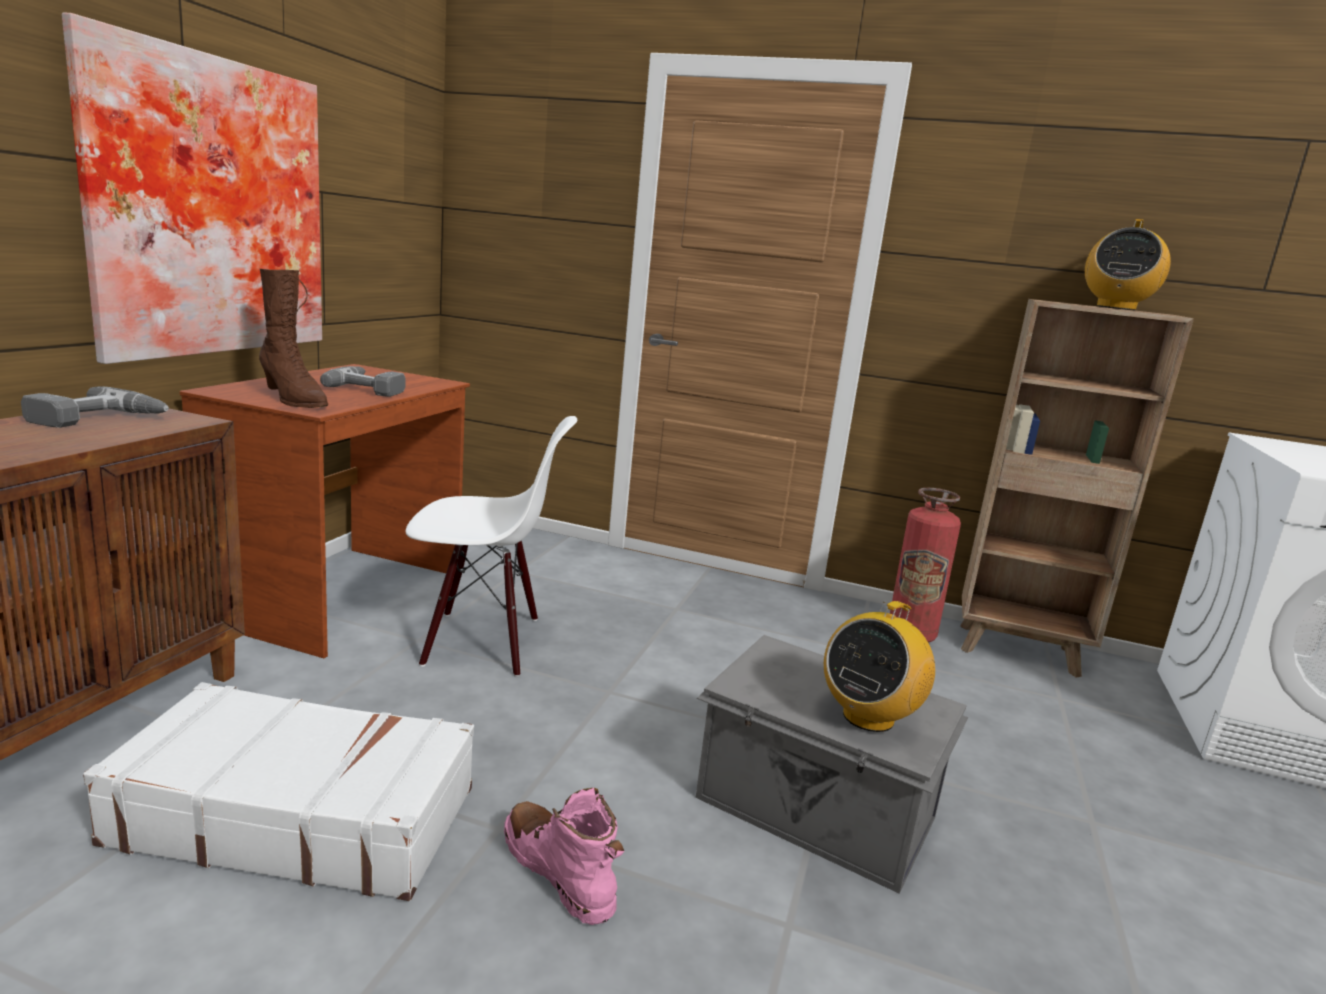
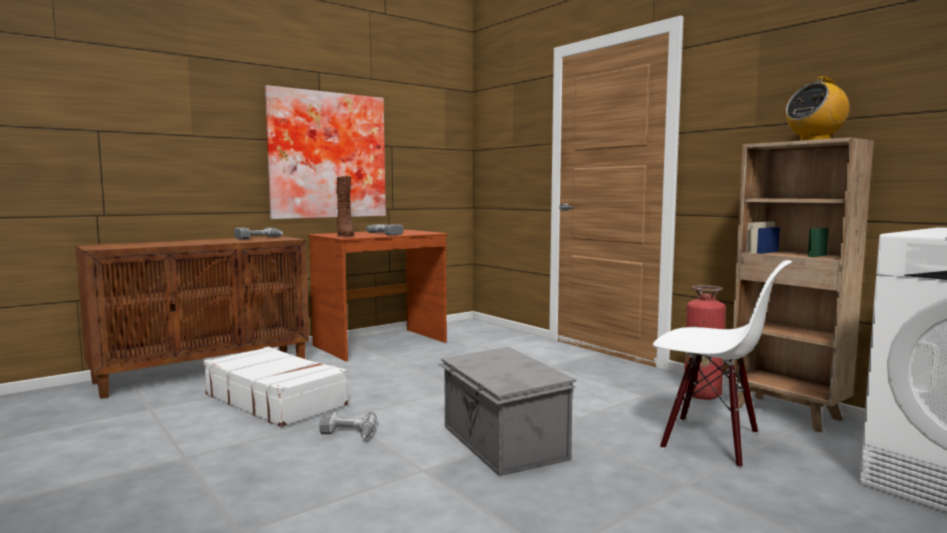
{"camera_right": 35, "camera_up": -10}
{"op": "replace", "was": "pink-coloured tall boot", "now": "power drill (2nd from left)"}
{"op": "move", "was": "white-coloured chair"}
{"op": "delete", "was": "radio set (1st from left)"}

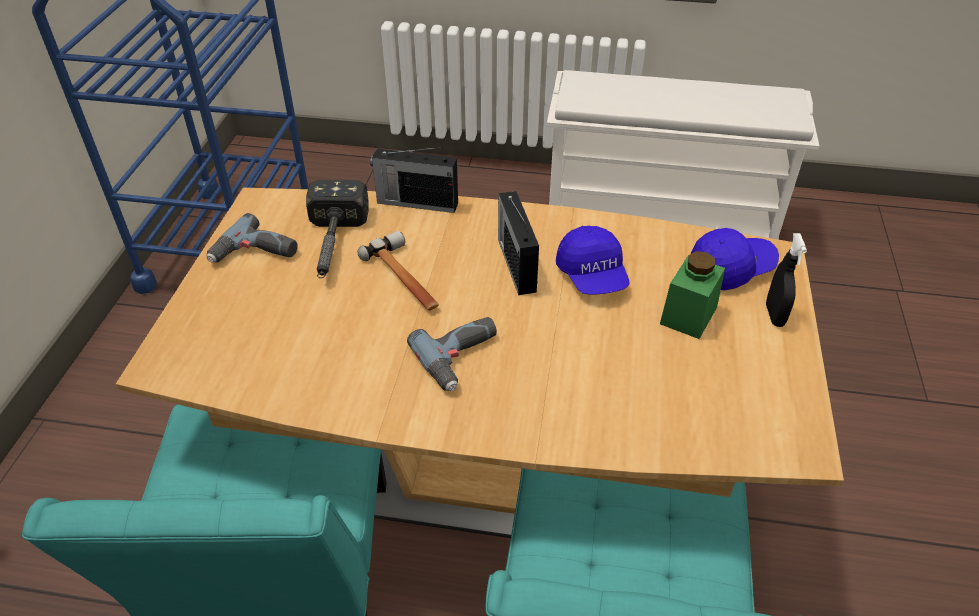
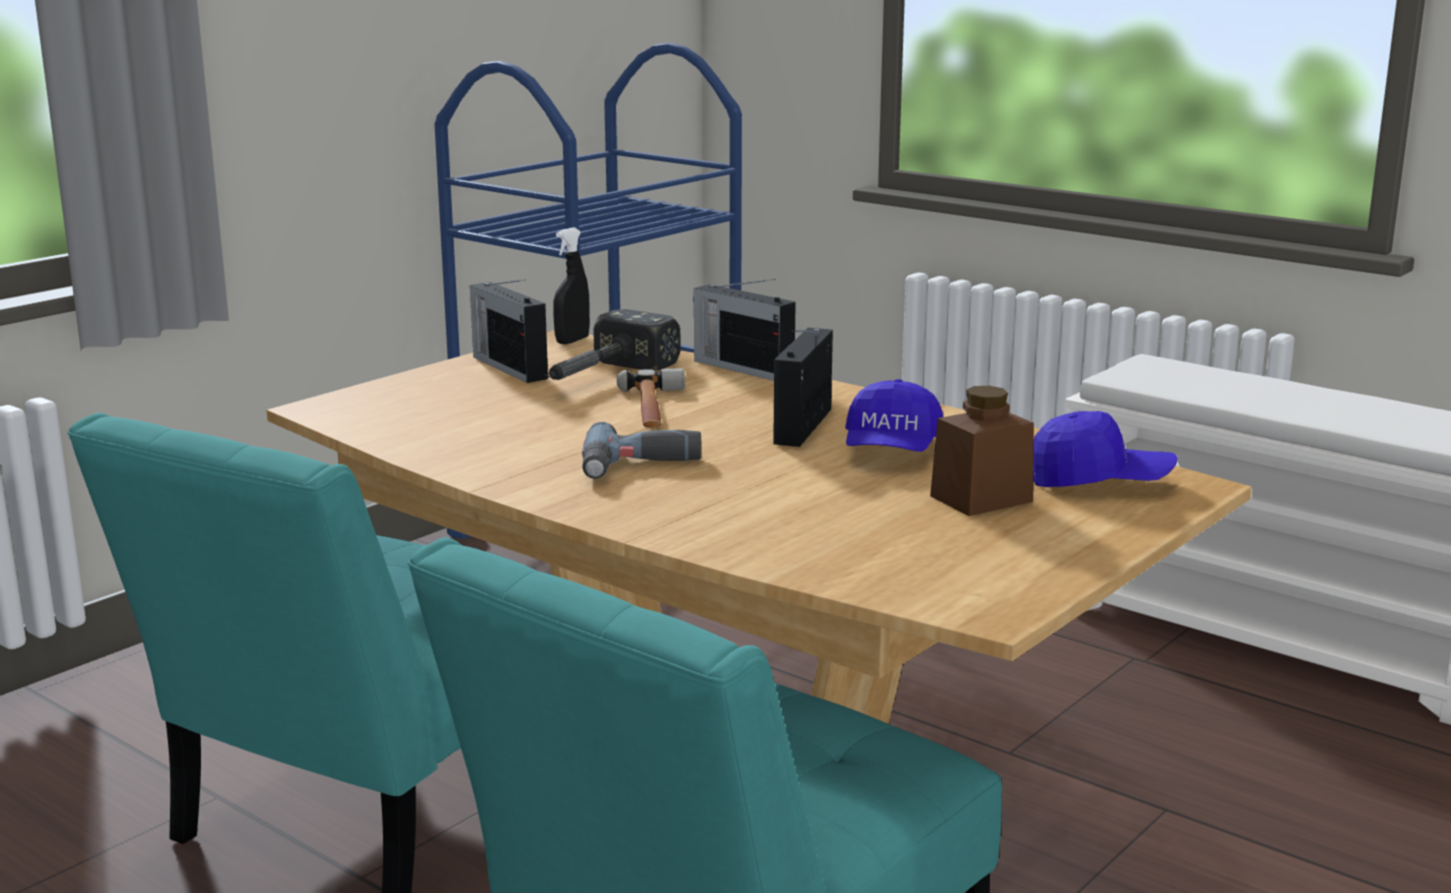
{"camera_right": 30, "camera_up": -25}
{"op": "replace", "was": "power drill (1st from left)", "now": "radio set (1st from left)"}
{"op": "move", "was": "black-coloured spray bottle"}
{"op": "recolor", "was": "green-coloured preserve jar", "now": "brownish preserve jar"}

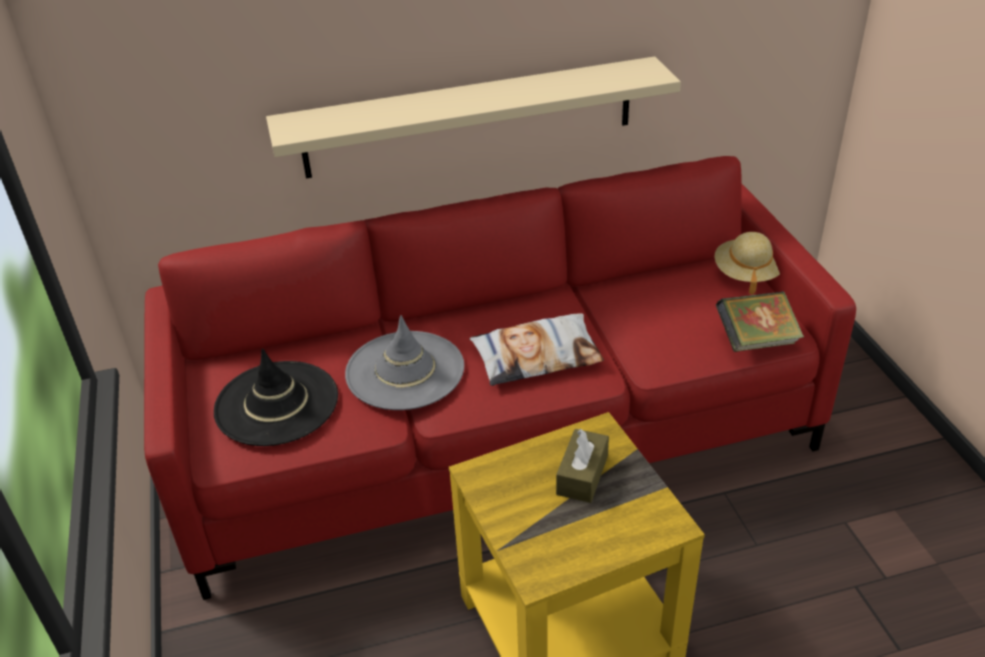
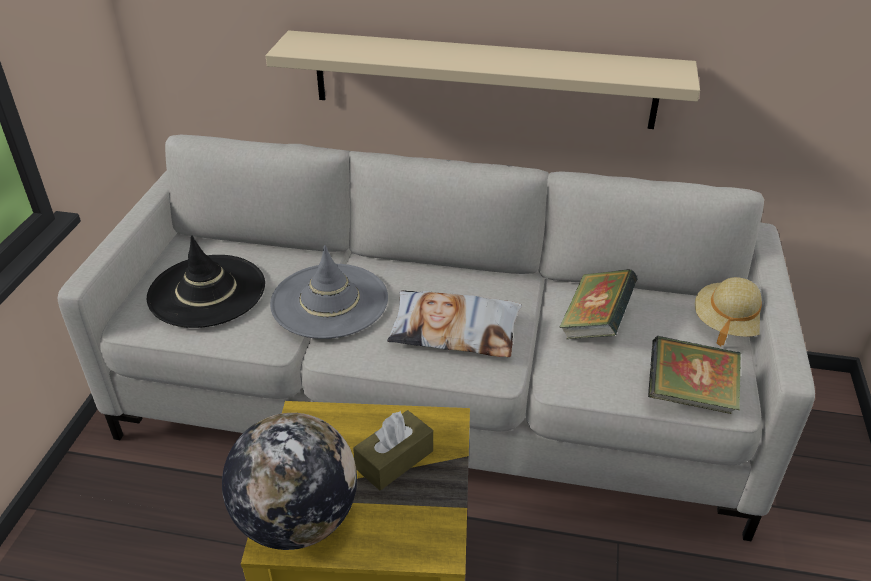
{"camera_right": 25, "camera_up": 0}
{"op": "recolor", "was": "red-coloured settee", "now": "grey settee"}
{"op": "insert", "now": "world globe"}
{"op": "insert", "now": "bound book (1st from left)"}

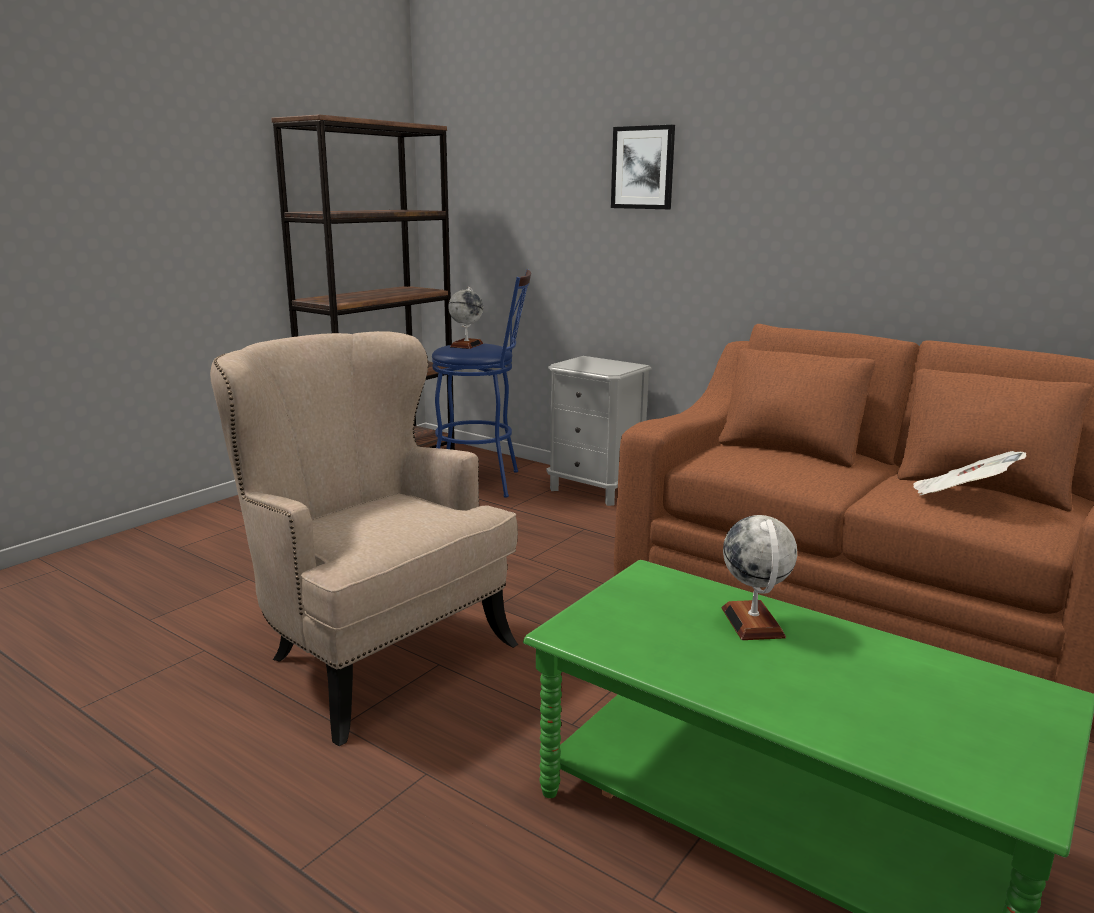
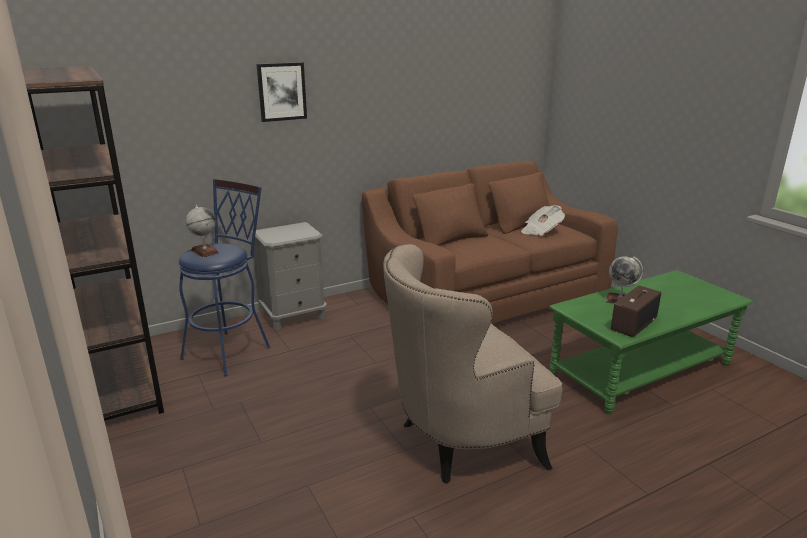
{"camera_right": -65, "camera_up": 5}
{"op": "insert", "now": "radio set"}

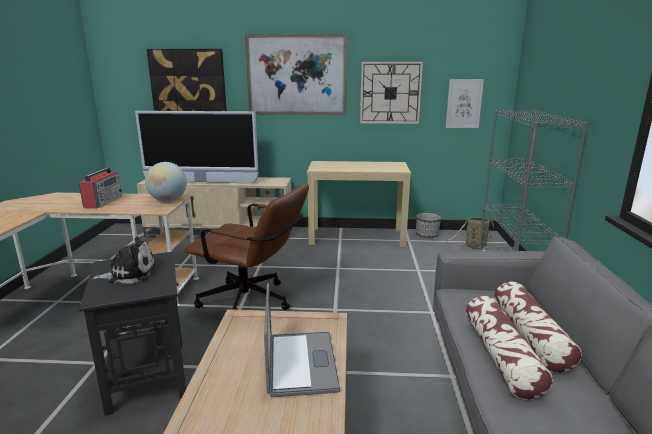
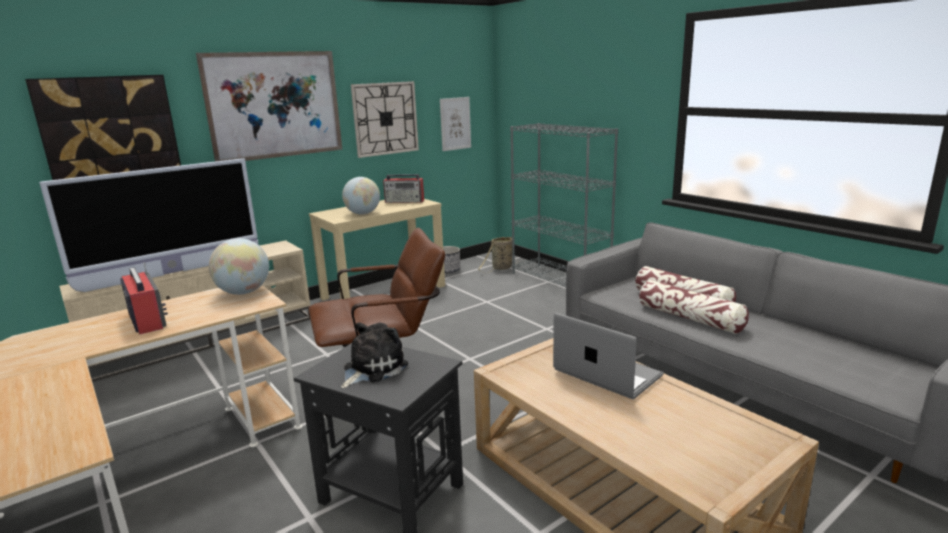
{"camera_right": -40, "camera_up": 0}
{"op": "insert", "now": "world globe (2nd from left)"}
{"op": "insert", "now": "radio set (2nd from left)"}

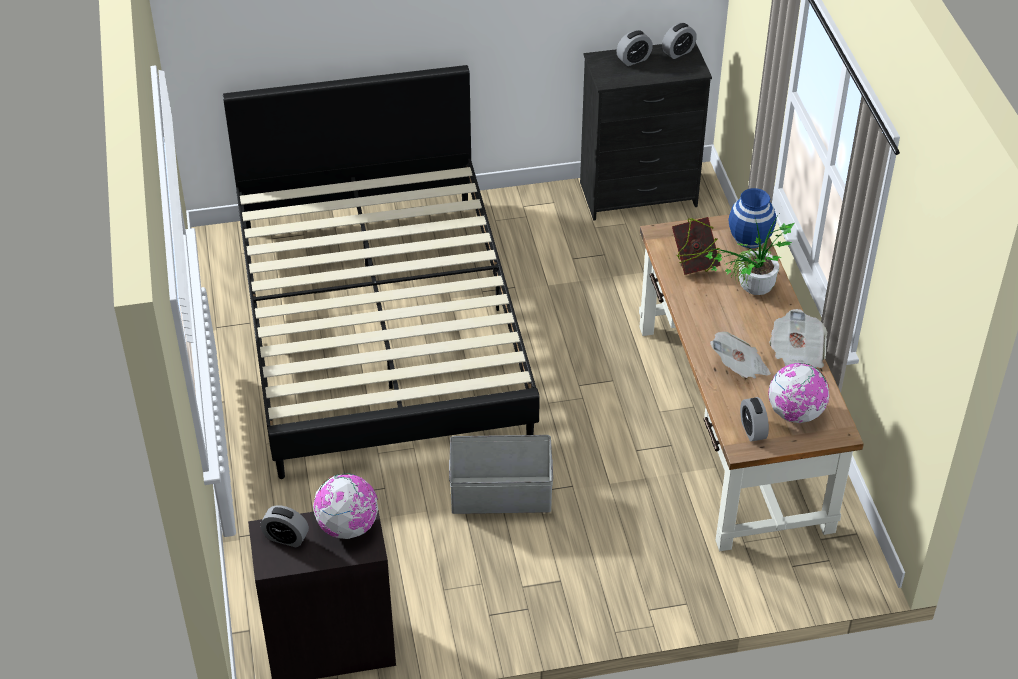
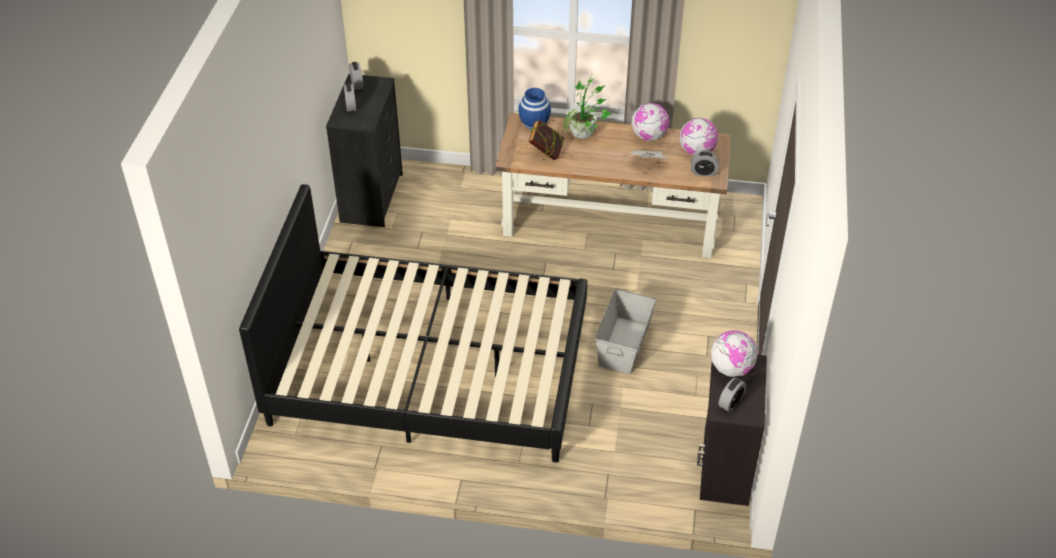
{"camera_right": -70, "camera_up": 0}
{"op": "replace", "was": "newspaper (2nd from left)", "now": "world globe (1st from left)"}

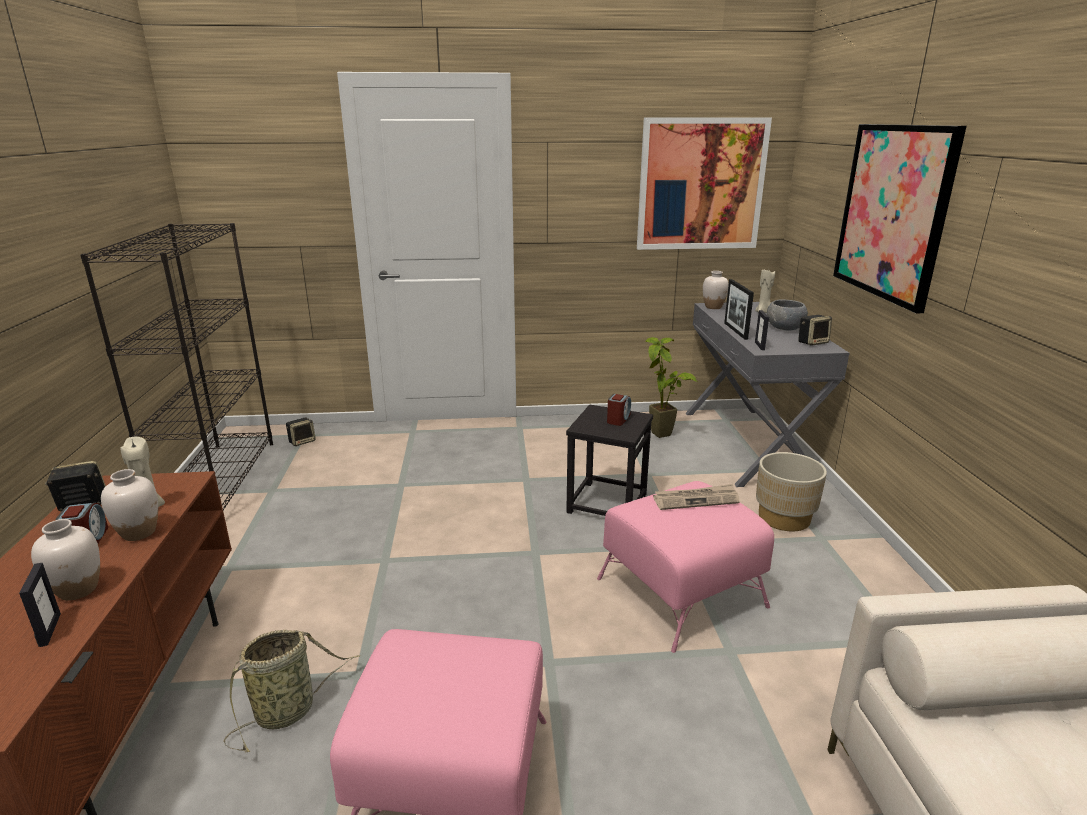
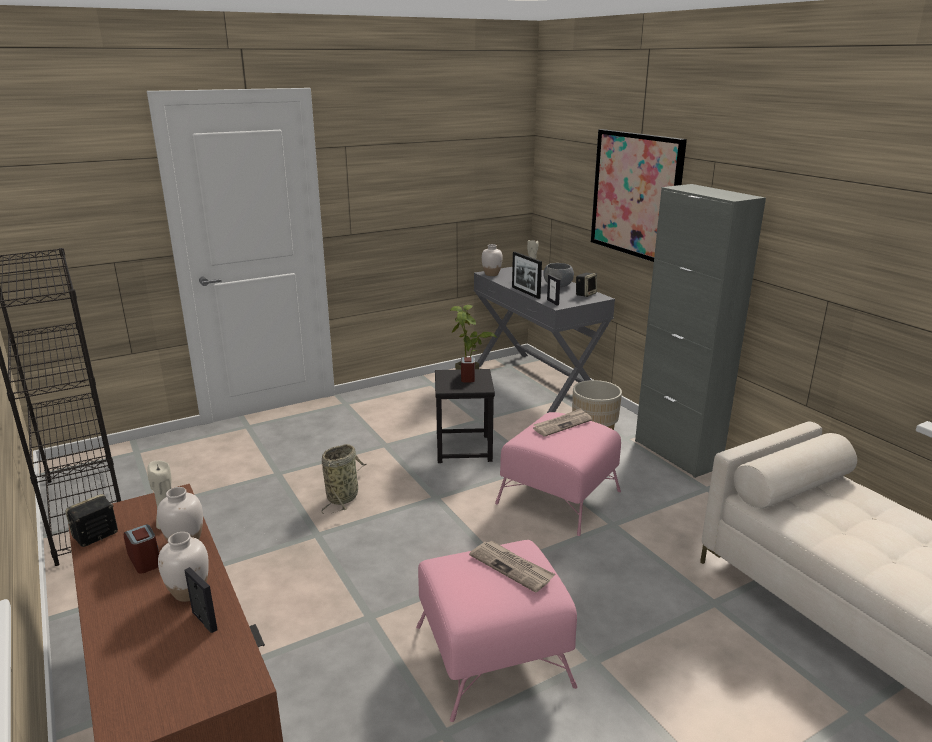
{"camera_right": -25, "camera_up": 0}
{"op": "move", "was": "storage basket"}
{"op": "insert", "now": "newspaper (1st from left)"}
{"op": "insert", "now": "grey cupboard"}
{"op": "delete", "was": "speaker (2nd from left)"}
{"op": "delete", "was": "picture (1st from left)"}

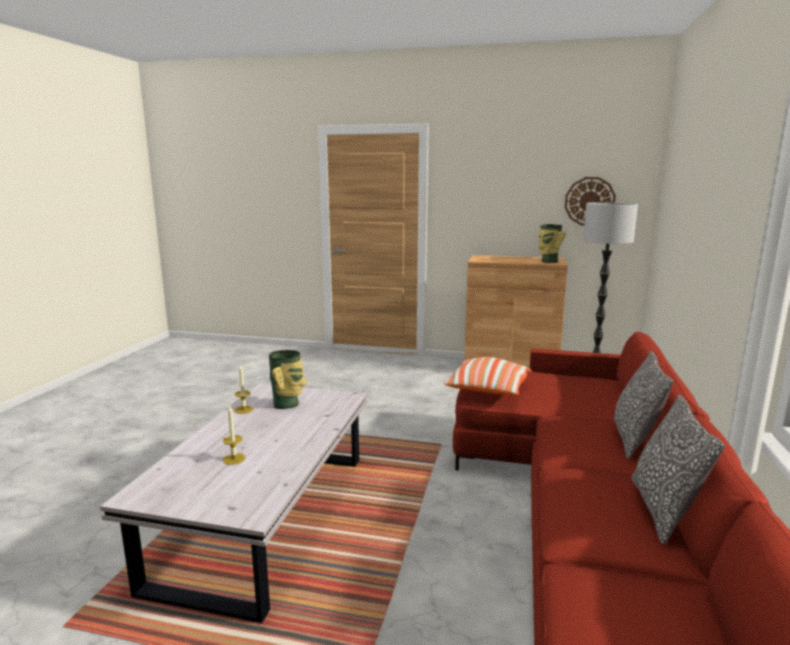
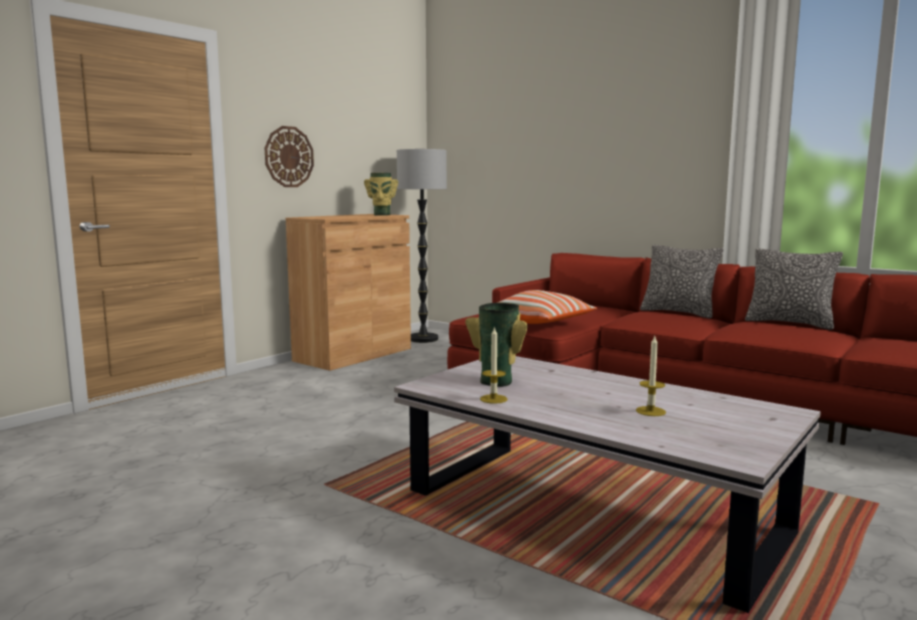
{"camera_right": -65, "camera_up": -5}
{"op": "move", "was": "hanging clock"}

